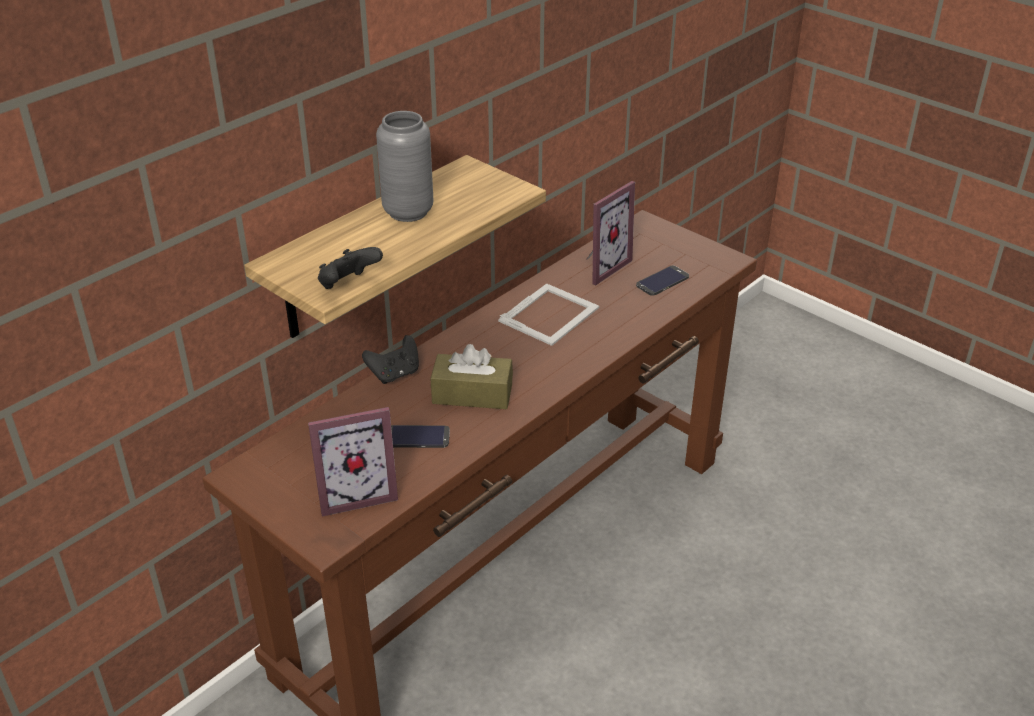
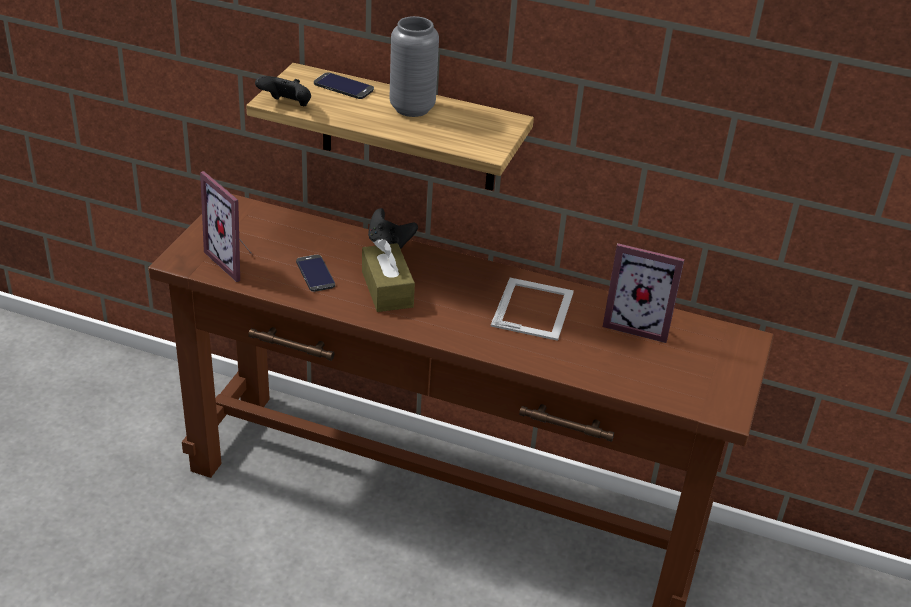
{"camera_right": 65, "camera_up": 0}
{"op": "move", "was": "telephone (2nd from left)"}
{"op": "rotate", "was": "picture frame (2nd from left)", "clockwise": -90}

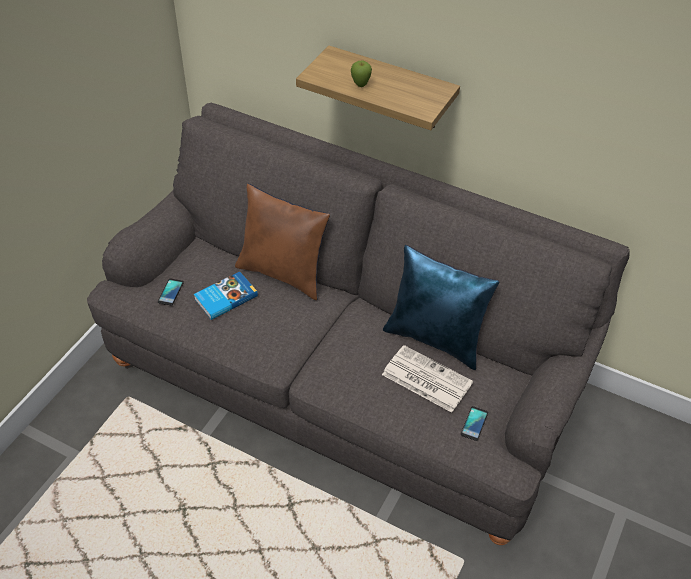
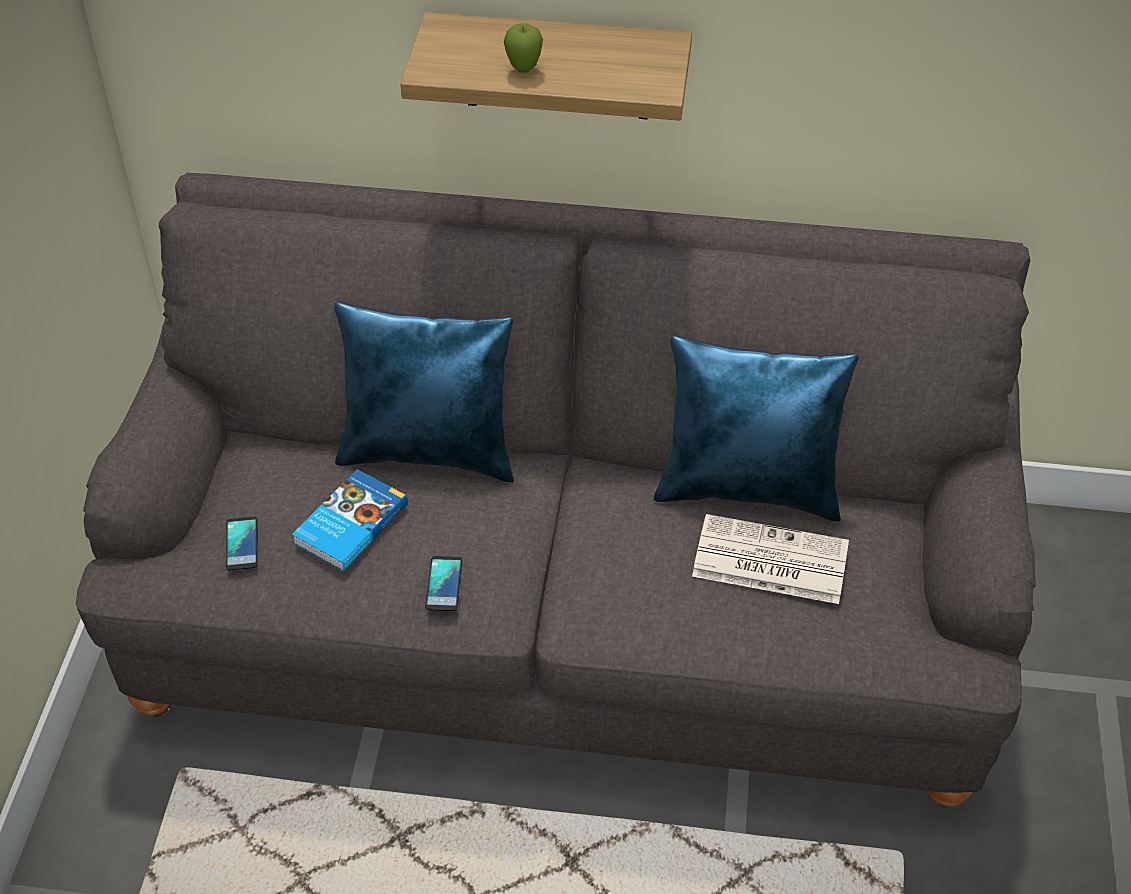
{"camera_right": -20, "camera_up": 0}
{"op": "recolor", "was": "brownish cushion", "now": "bluish cushion (1st from left)"}
{"op": "move", "was": "telephone (2nd from left)"}

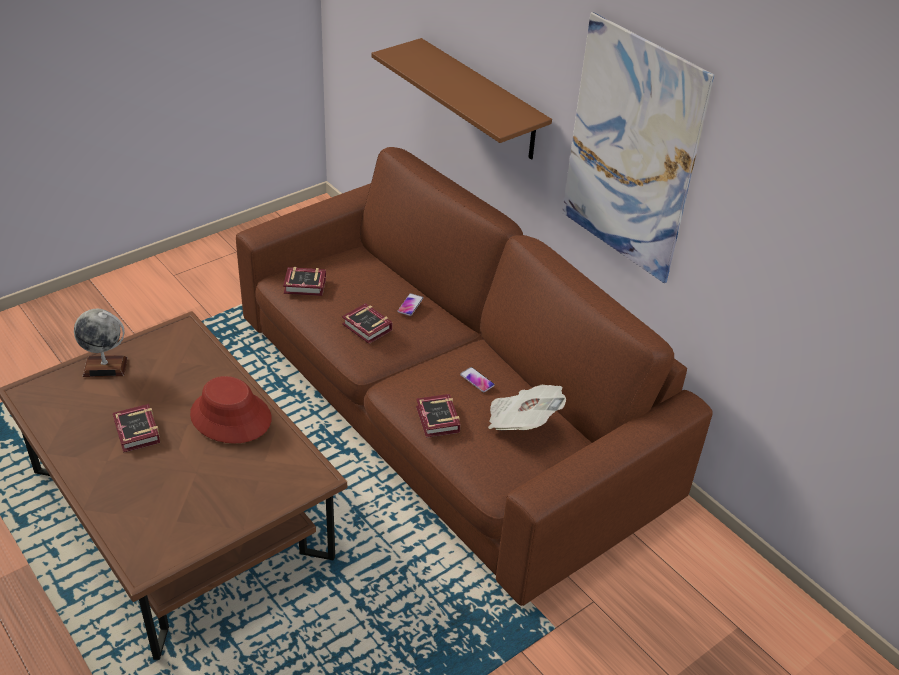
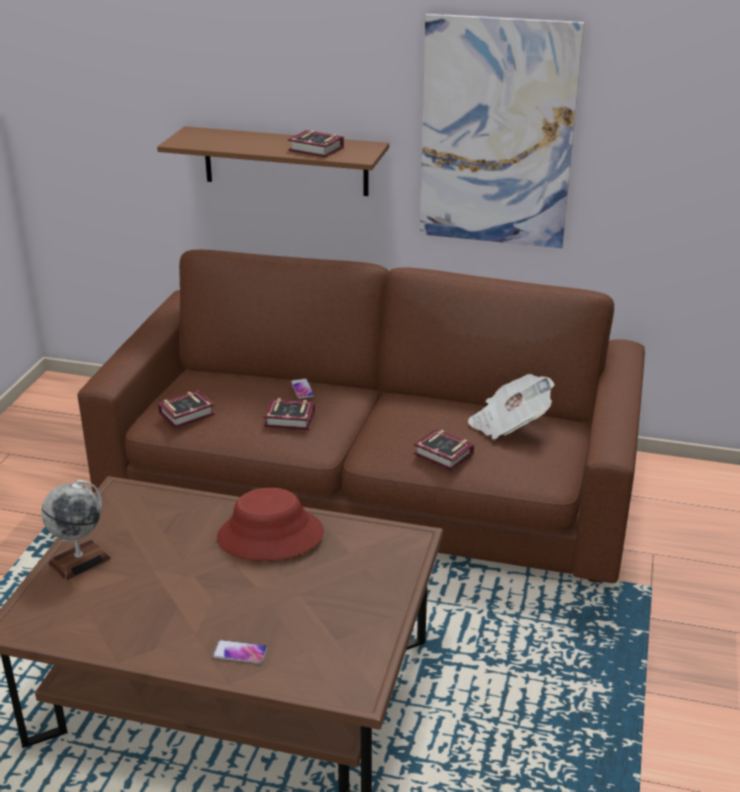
{"camera_right": -35, "camera_up": -10}
{"op": "move", "was": "telephone (2nd from left in the first image)", "now": "telephone (1st from left)"}
{"op": "move", "was": "bound book (1st from left in the first image)", "now": "bound book (3rd from left)"}

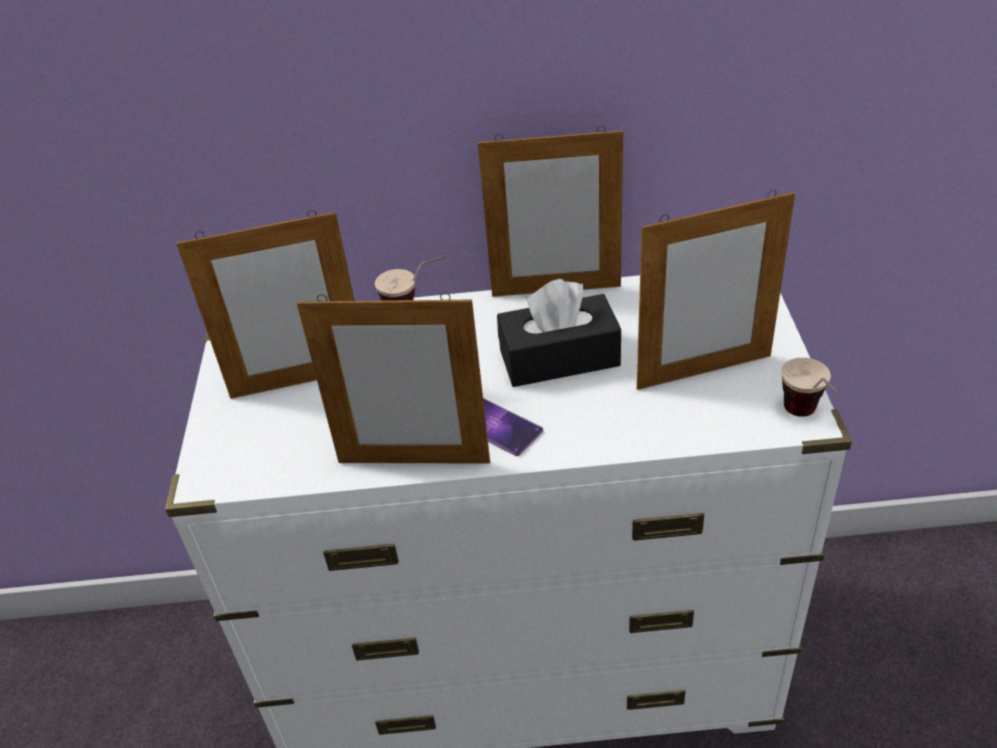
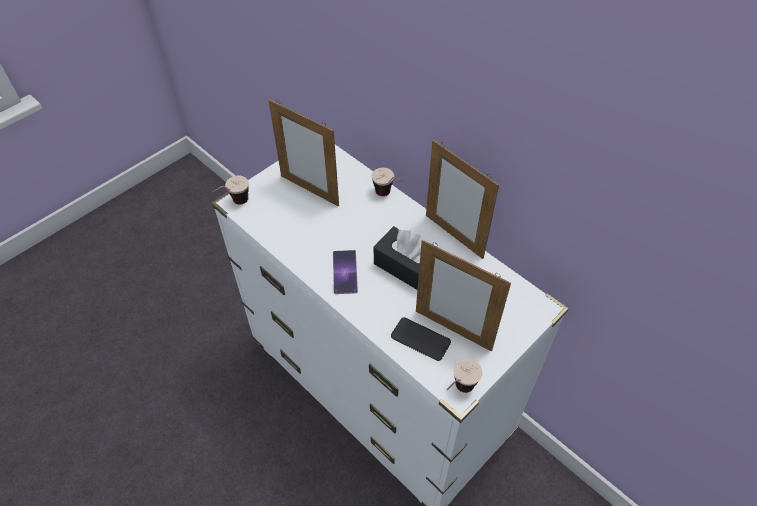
{"camera_right": 45, "camera_up": 10}
{"op": "insert", "now": "small cup (1st from left)"}
{"op": "insert", "now": "telephone (2nd from left)"}
{"op": "delete", "was": "picture frame (2nd from left)"}

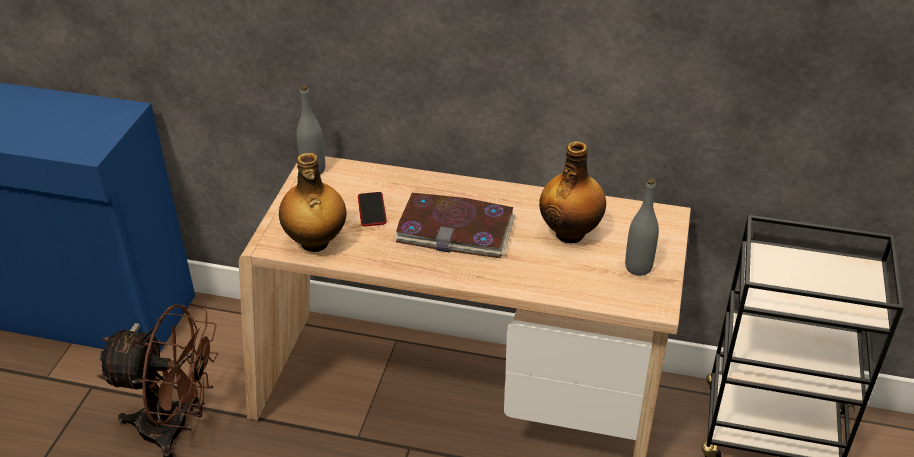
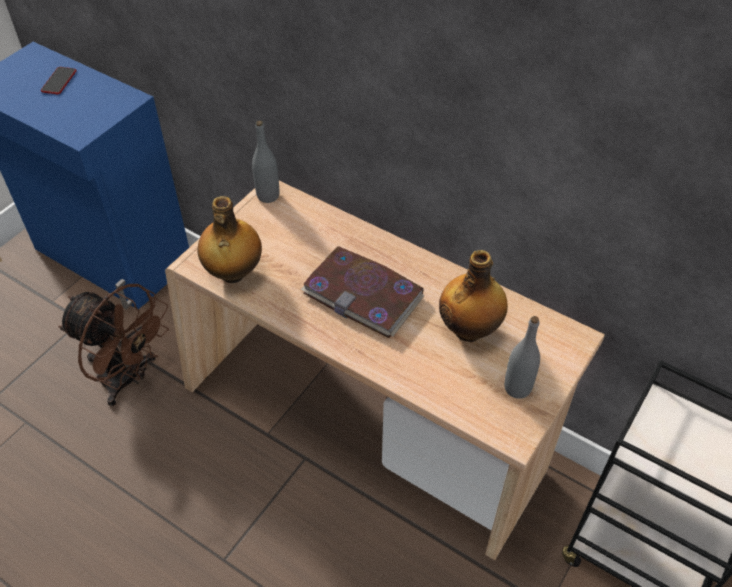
{"camera_right": 20, "camera_up": 10}
{"op": "move", "was": "telephone"}

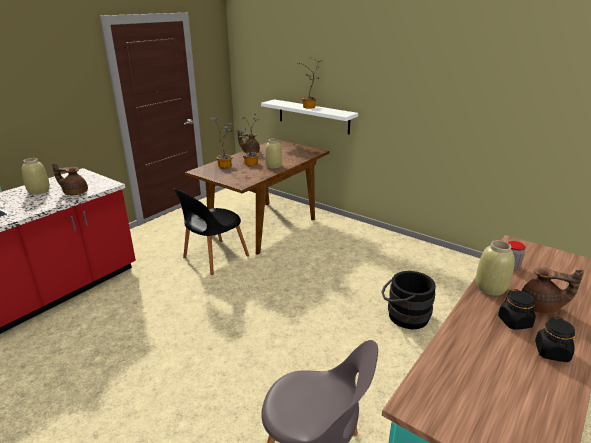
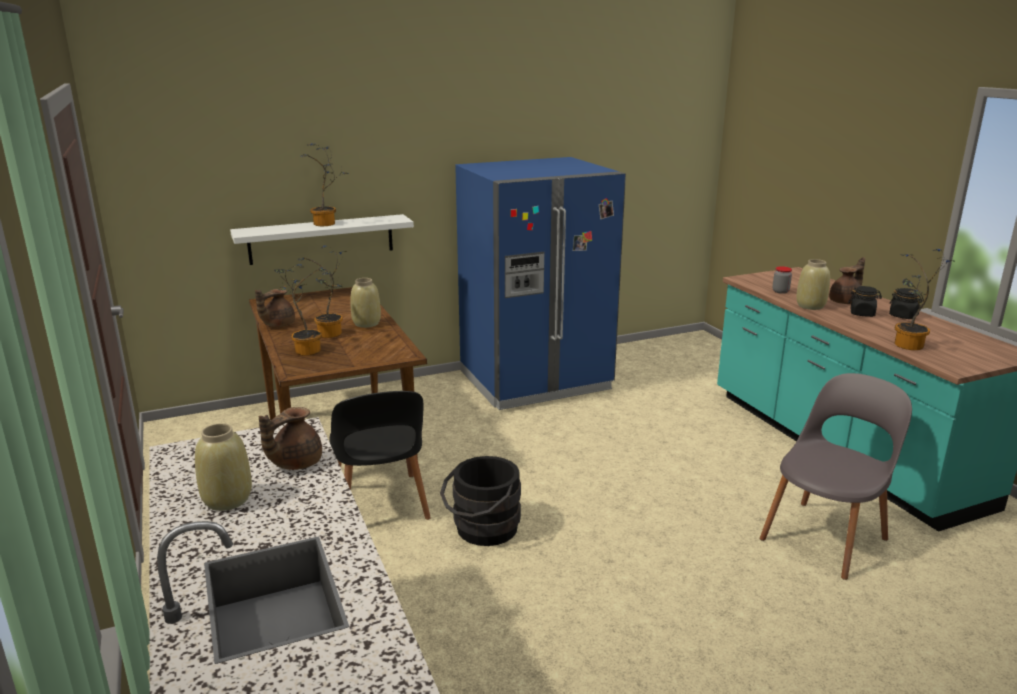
{"camera_right": -60, "camera_up": -5}
{"op": "move", "was": "black-coloured water bucket"}
{"op": "insert", "now": "bluish kitchen fridge"}
{"op": "insert", "now": "houseplant (4th from left)"}

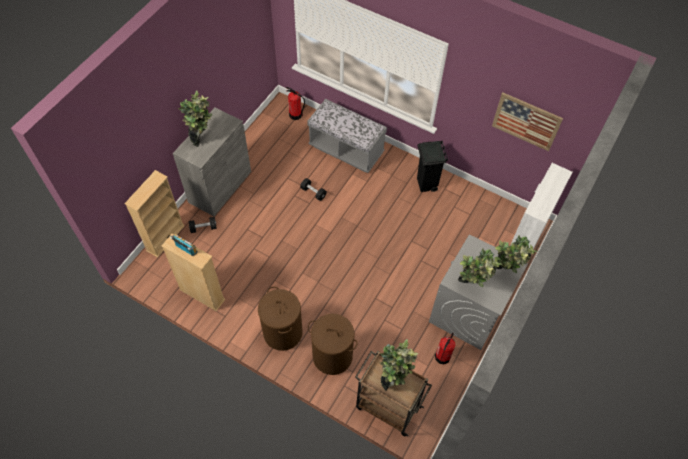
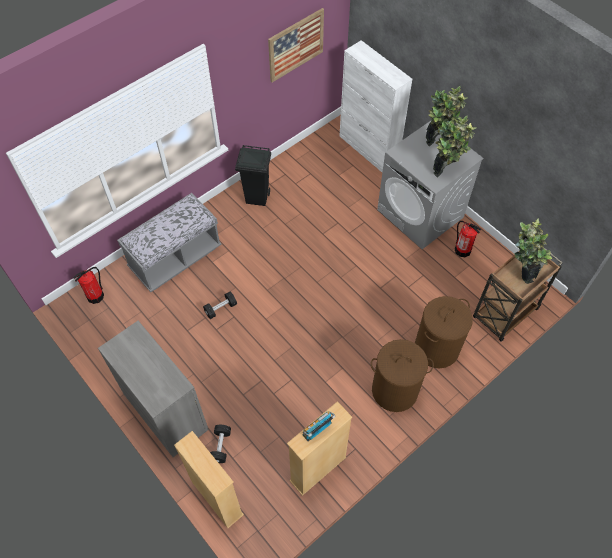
{"camera_right": -70, "camera_up": 0}
{"op": "delete", "was": "houseplant (1st from left)"}

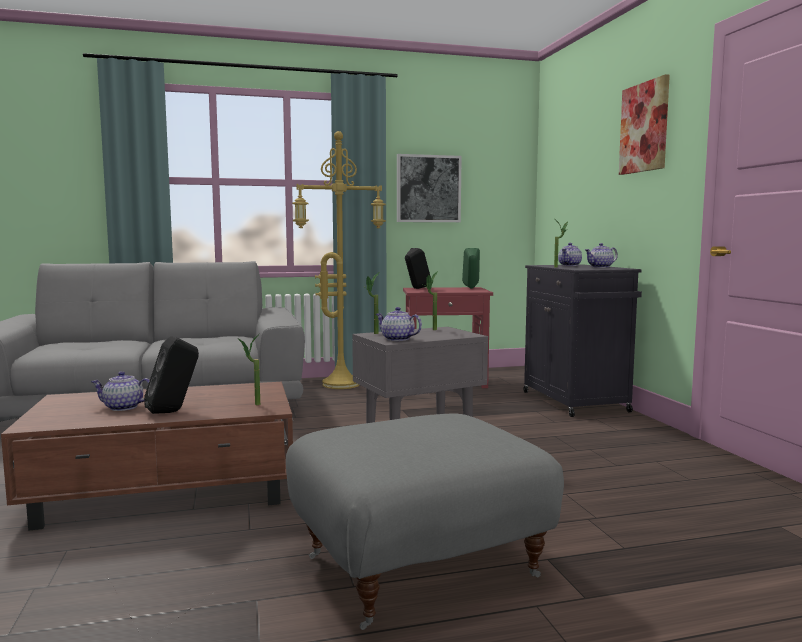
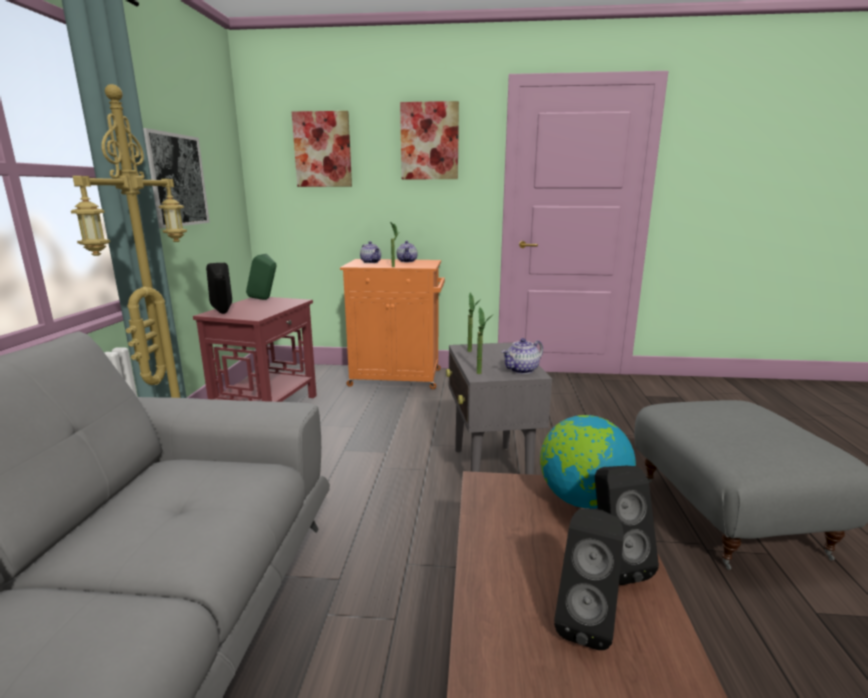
{"camera_right": -70, "camera_up": 10}
{"op": "insert", "now": "picture (2nd from left)"}
{"op": "recolor", "was": "black-coloured cupboard", "now": "orange cupboard"}
{"op": "replace", "was": "houseplant (1st from left)", "now": "world globe"}
{"op": "replace", "was": "pot for tea (1st from left)", "now": "black-coloured speaker (2nd from left)"}

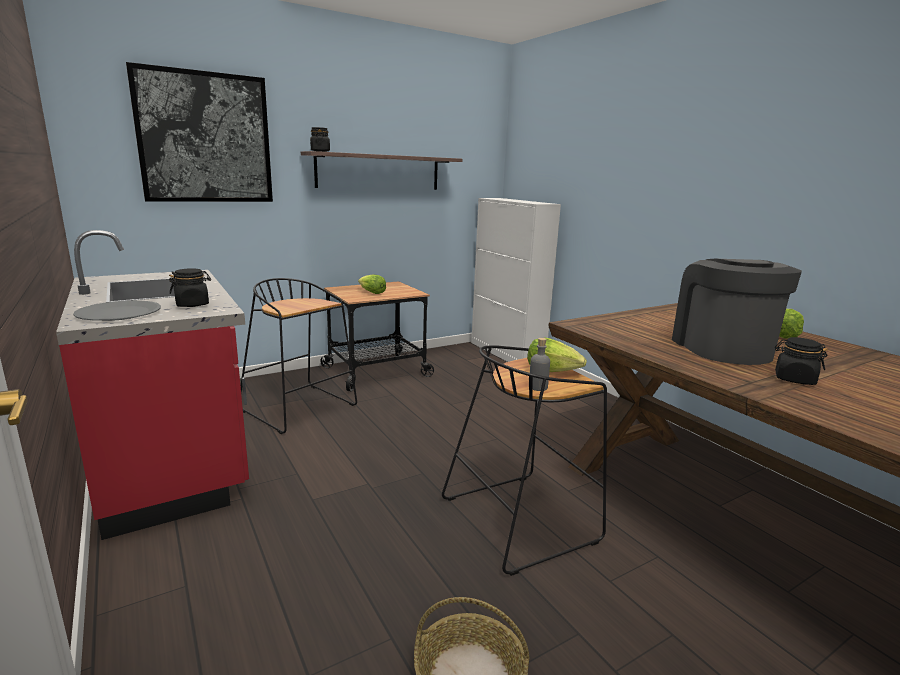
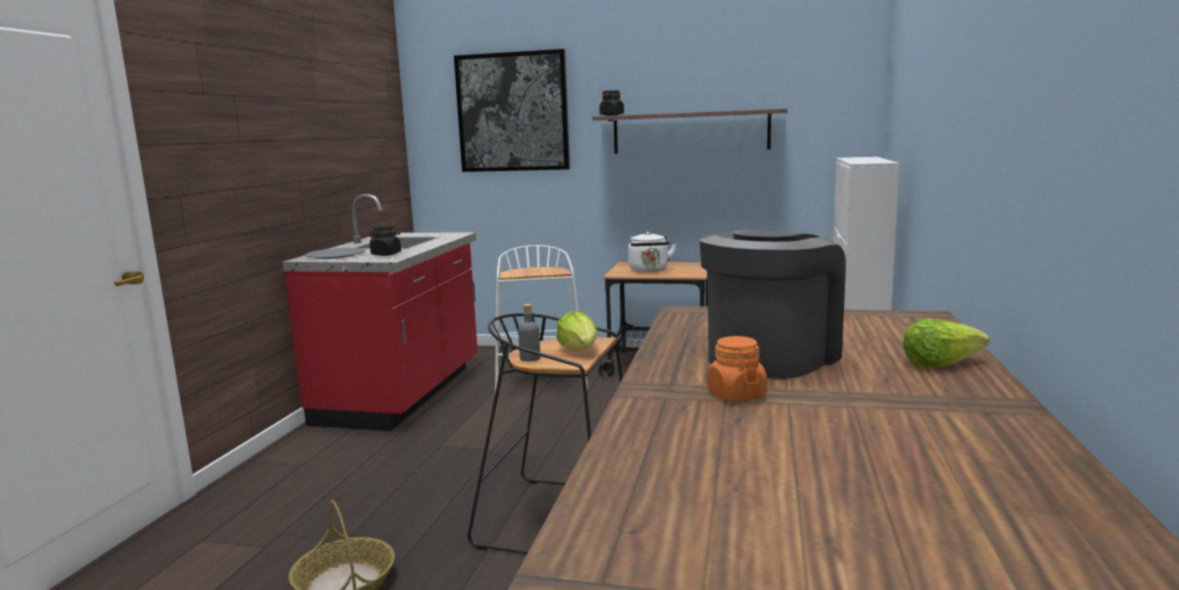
{"camera_right": 45, "camera_up": -5}
{"op": "recolor", "was": "black-coloured stool (1st from left)", "now": "white-coloured stool"}
{"op": "replace", "was": "head of lettuce (1st from left)", "now": "white-coloured water kettle"}
{"op": "recolor", "was": "black-coloured preserve jar (3rd from left)", "now": "orange preserve jar"}

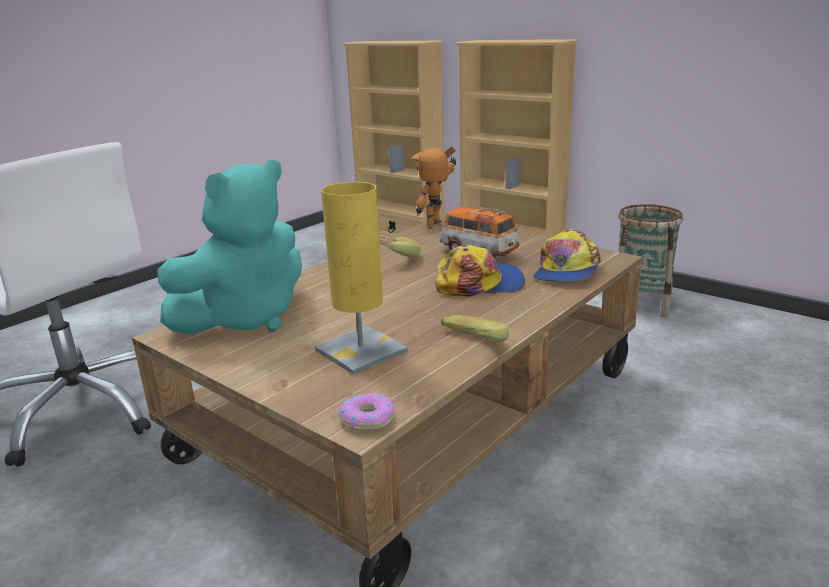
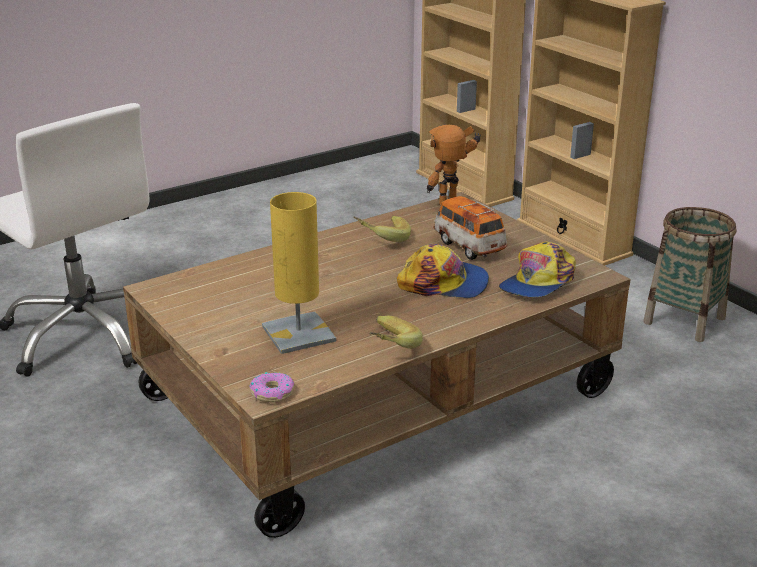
{"camera_right": 15, "camera_up": 5}
{"op": "delete", "was": "blue-green plush toy"}

